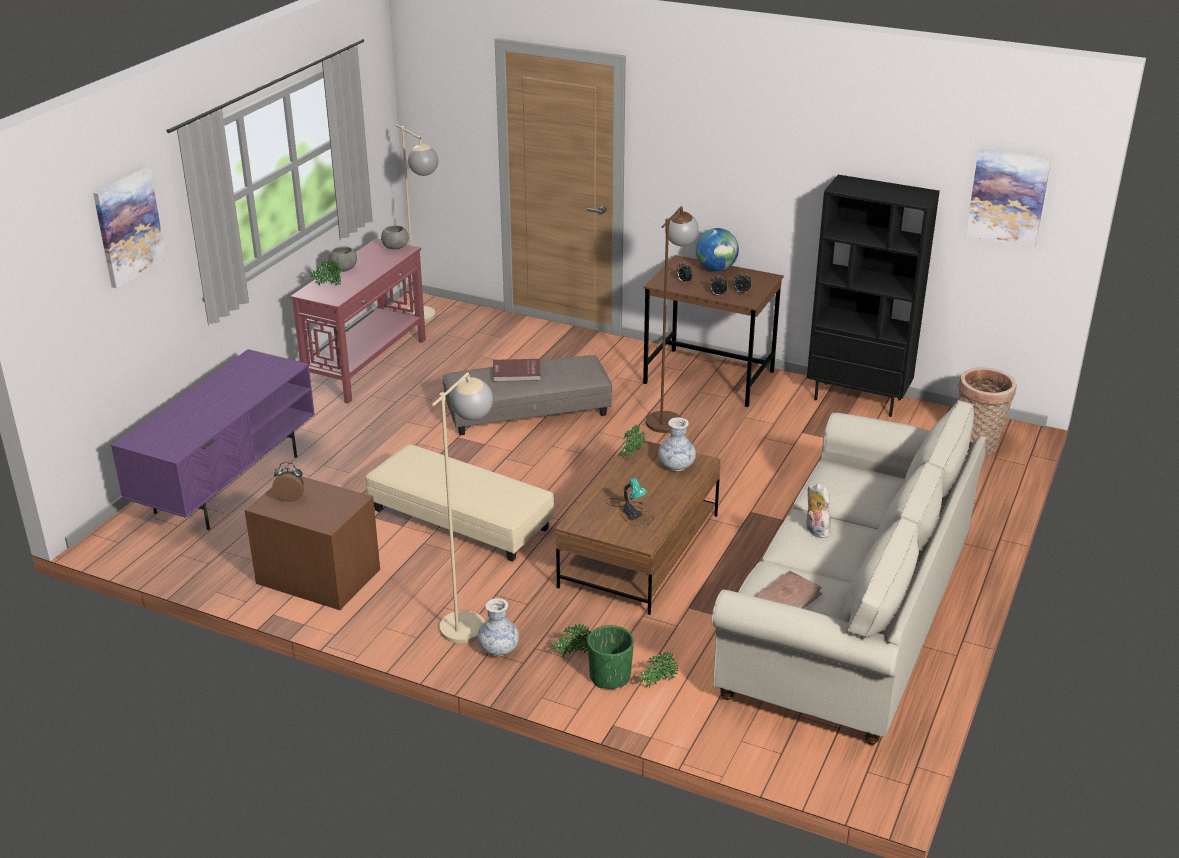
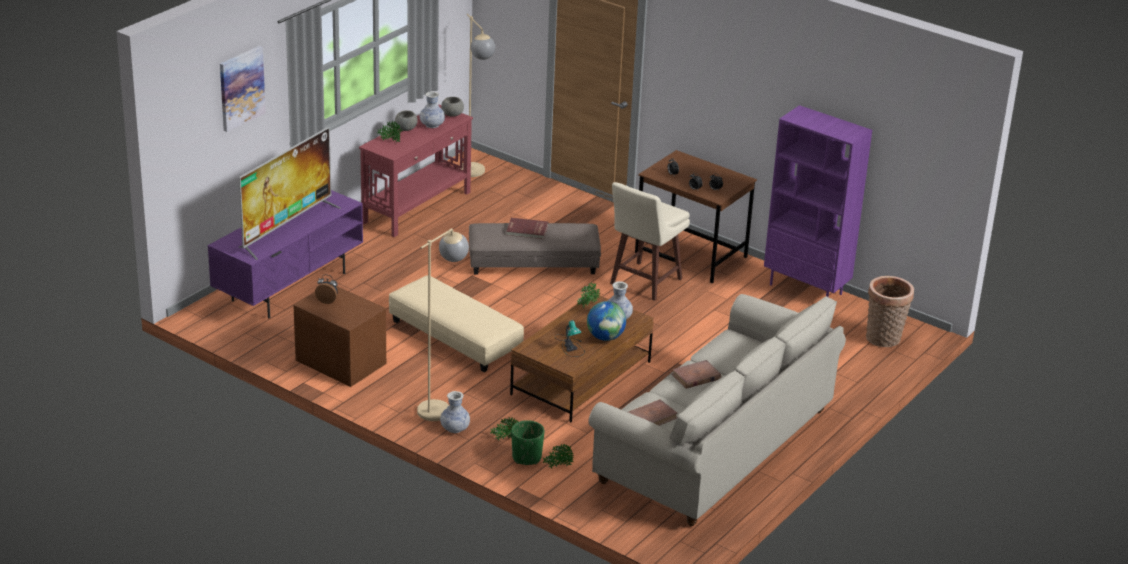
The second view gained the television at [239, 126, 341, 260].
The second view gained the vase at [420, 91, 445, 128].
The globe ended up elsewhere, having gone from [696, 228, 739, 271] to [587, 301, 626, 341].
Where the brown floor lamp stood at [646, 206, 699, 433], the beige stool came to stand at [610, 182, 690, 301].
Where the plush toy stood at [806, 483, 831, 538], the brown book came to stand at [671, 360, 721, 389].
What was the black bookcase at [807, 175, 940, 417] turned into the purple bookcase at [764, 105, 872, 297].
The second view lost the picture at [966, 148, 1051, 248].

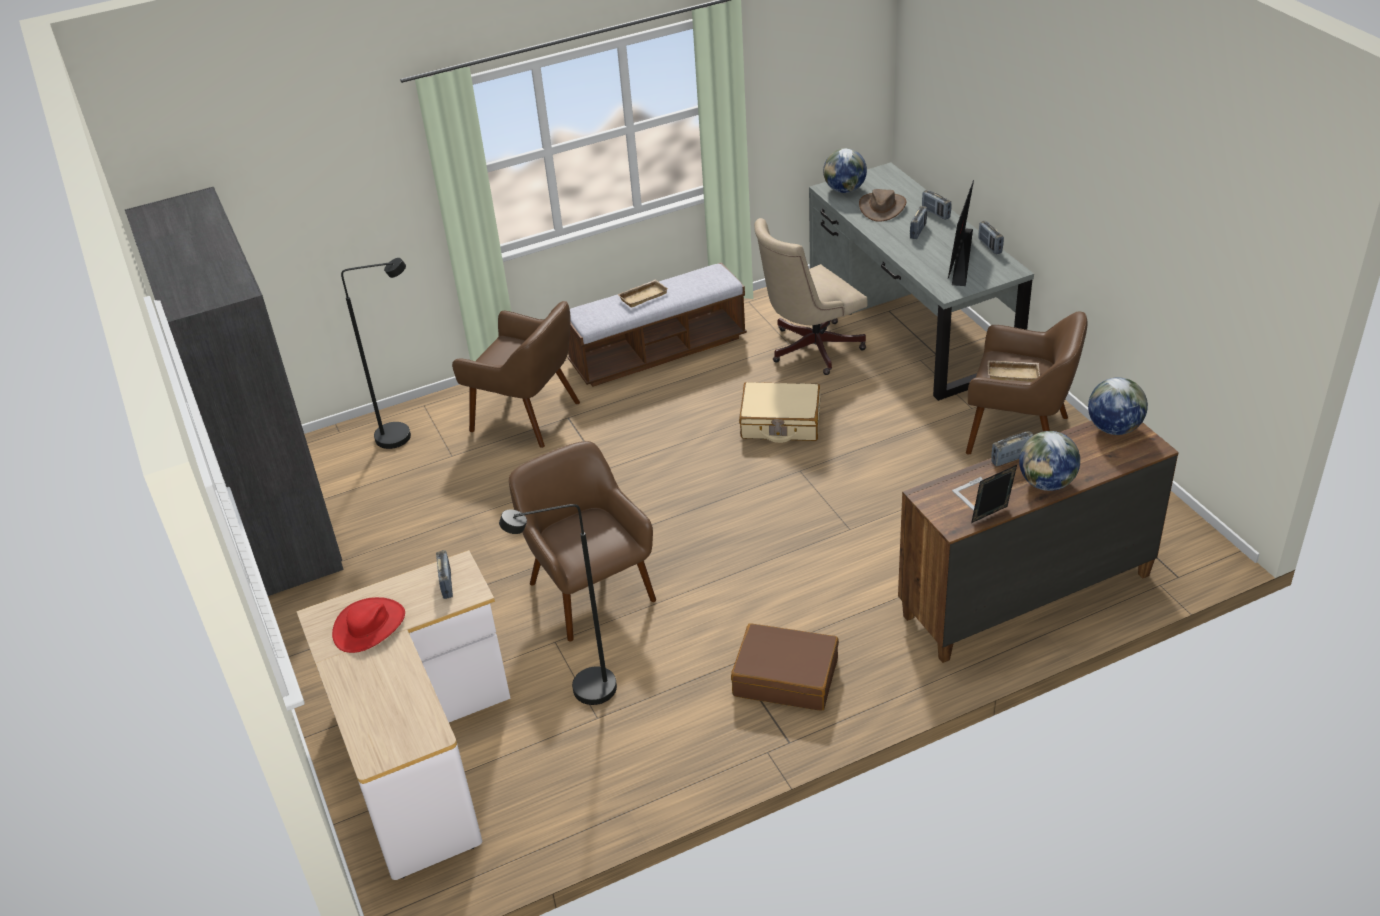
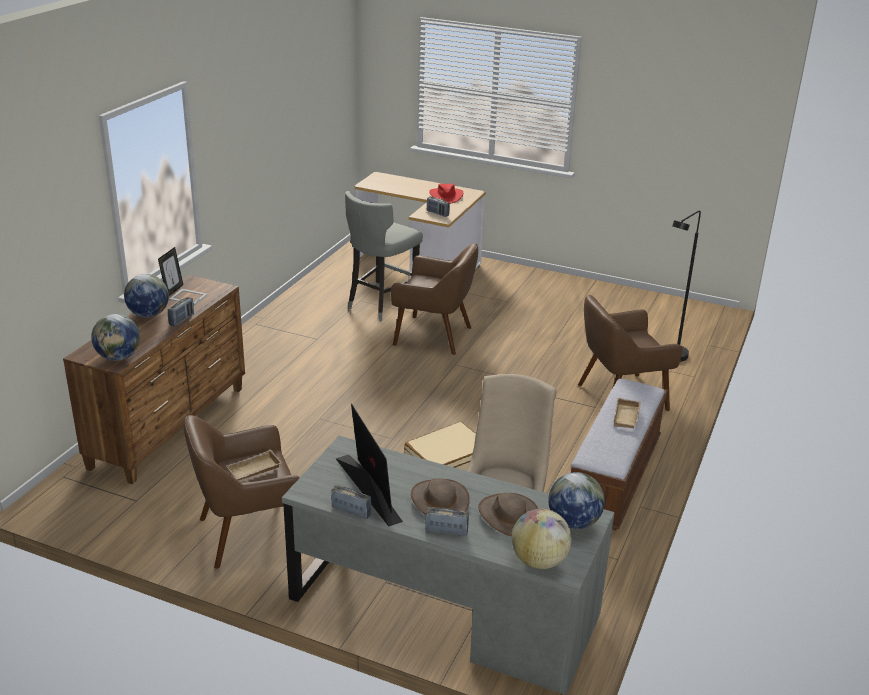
Where the black floor lamp stood at [499, 504, 617, 705], the grey stool came to stand at [345, 191, 423, 321].
Where the radio stood at [910, 206, 927, 239], the brown hat came to stand at [411, 478, 470, 515].
The second view gained the globe at [512, 509, 572, 569].
The second view lost the grey wardrobe at [125, 187, 344, 596].
The second view lost the brown suitcase at [731, 623, 839, 711].

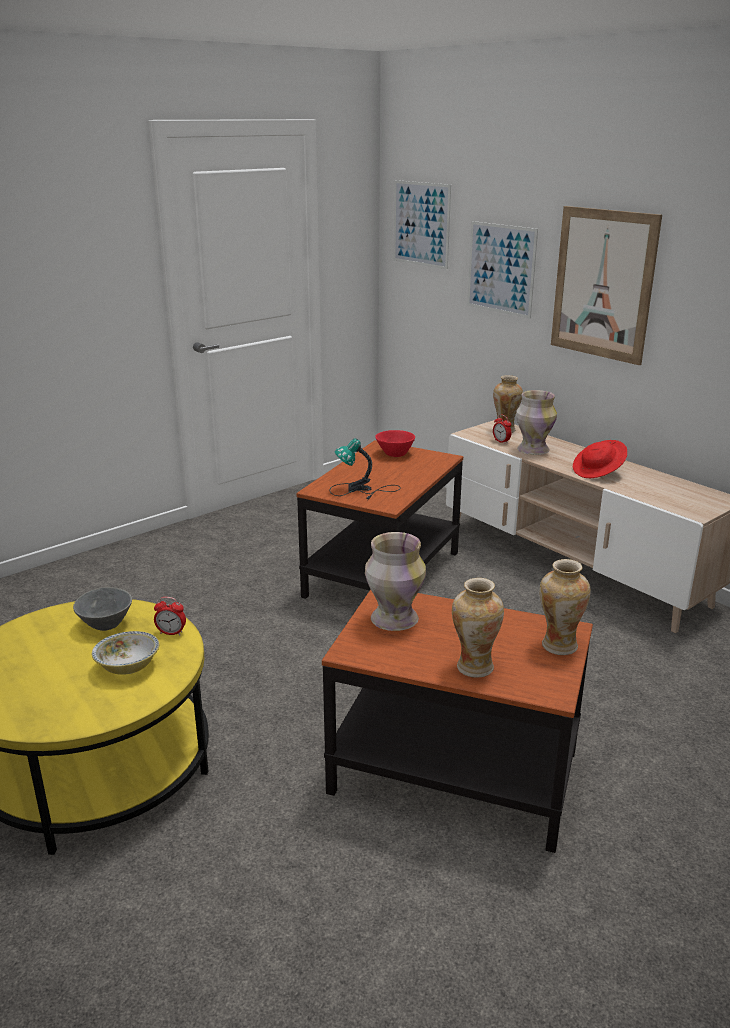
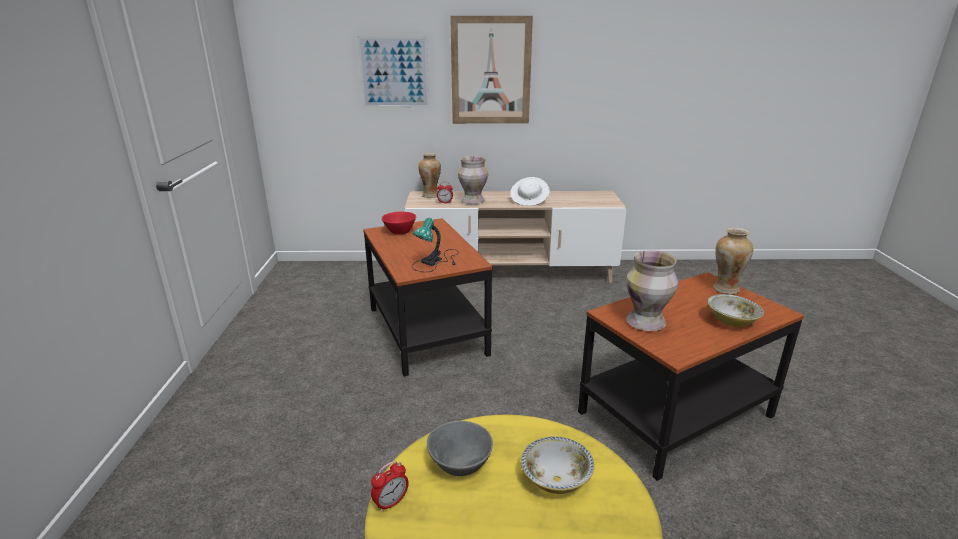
The alarm clock ended up elsewhere, having gone from [154, 597, 186, 635] to [371, 461, 409, 512].
What was the red hat at [573, 440, 627, 478] turned into the white hat at [510, 177, 550, 206].
Where the vase stood at [452, 578, 504, 678], the bowl came to stand at [708, 294, 764, 327].
The second view lost the picture at [394, 180, 451, 270].

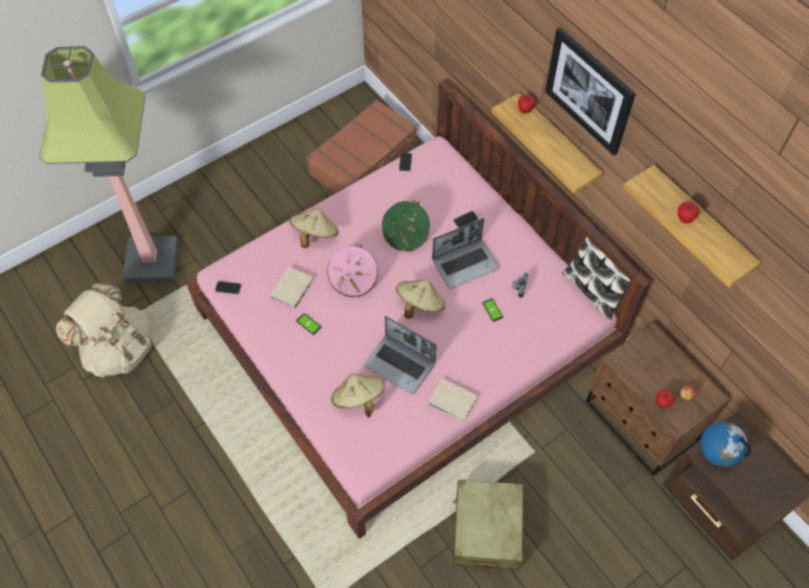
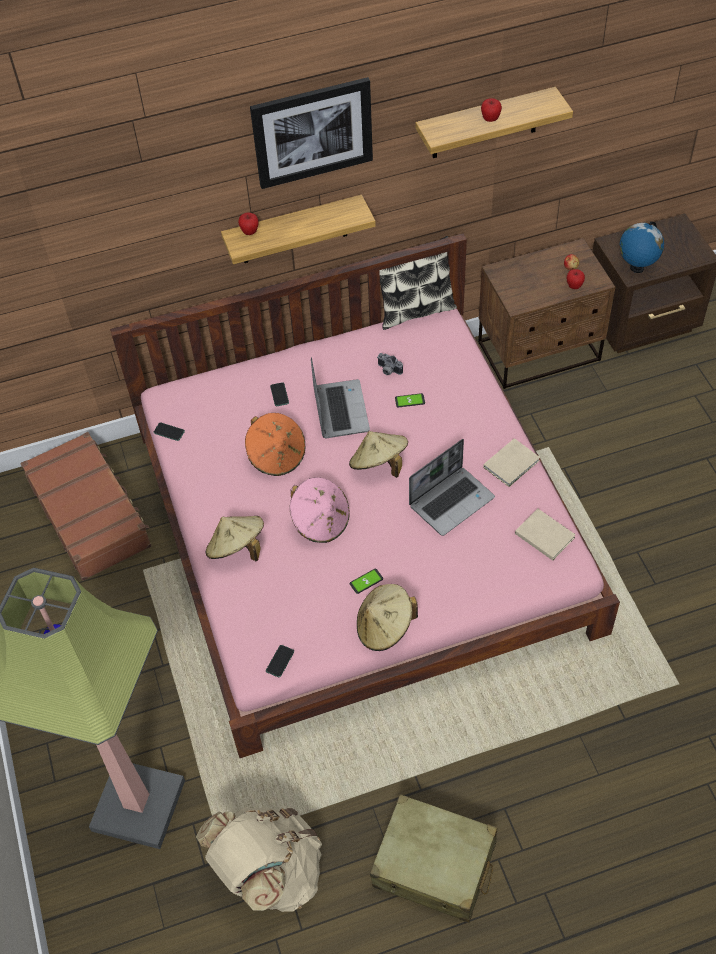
What was the green hat at [382, 200, 430, 252] turned into the orange hat at [245, 413, 305, 476].
The beige hat ended up elsewhere, having gone from [331, 373, 385, 418] to [357, 584, 418, 651].
The beige suitcase ended up elsewhere, having gone from [453, 480, 523, 572] to [370, 794, 497, 923].
The beige book ended up elsewhere, having gone from [270, 267, 314, 308] to [515, 509, 576, 561].

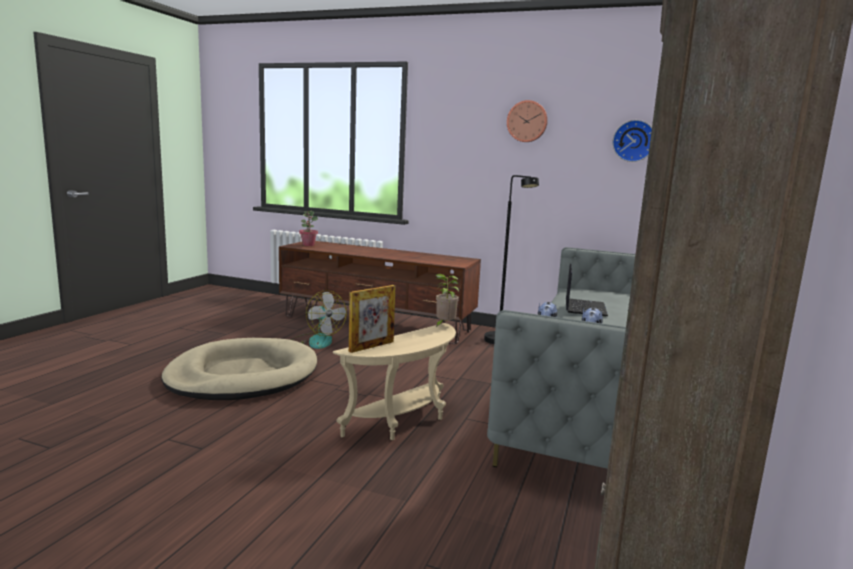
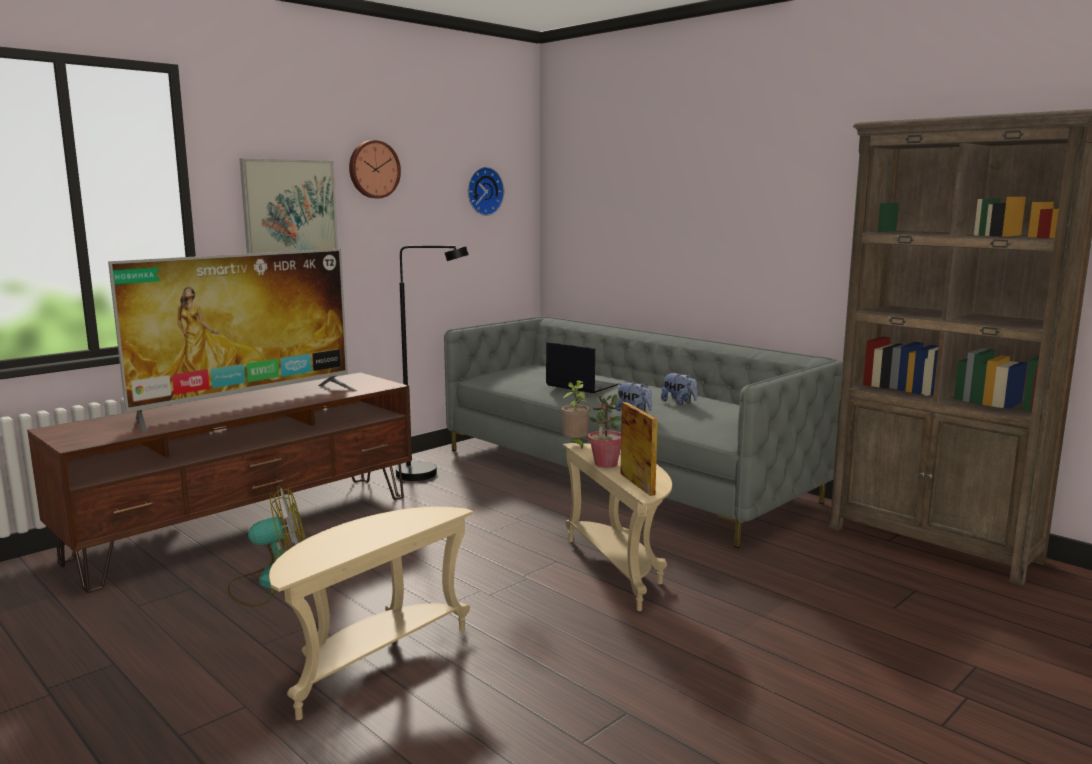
The second view gained the television at [108, 249, 357, 433].
The second view gained the picture at [240, 158, 338, 254].
Where the beige dog bed stood at [161, 338, 317, 400], the beige side table came to stand at [269, 507, 474, 720].
The potted plant ended up elsewhere, having gone from [299, 211, 318, 246] to [588, 394, 622, 468].

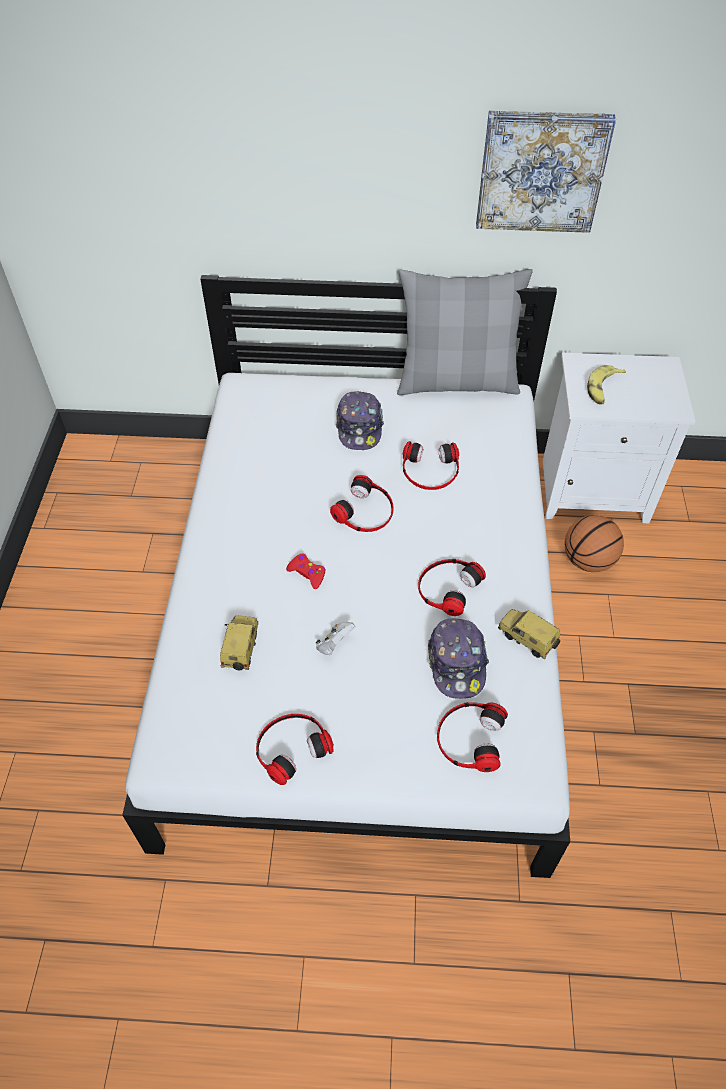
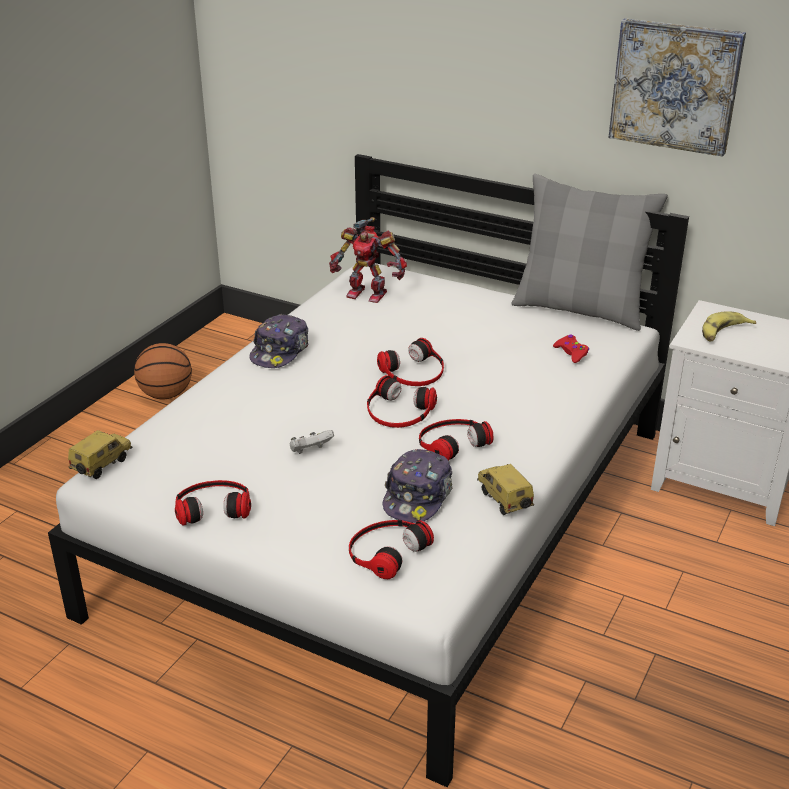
The toy car ended up elsewhere, having gone from [220, 616, 259, 670] to [68, 430, 132, 479].
The basketball ended up elsewhere, having gone from [565, 515, 624, 572] to [134, 343, 192, 399].
The cap ended up elsewhere, having gone from [336, 391, 384, 450] to [250, 314, 309, 368].
The second view gained the toy robot at [329, 217, 407, 303].
The headphones ended up elsewhere, having gone from [403, 441, 459, 490] to [367, 375, 437, 428].
The red game controller ended up elsewhere, having gone from [286, 553, 326, 589] to [553, 335, 589, 363].

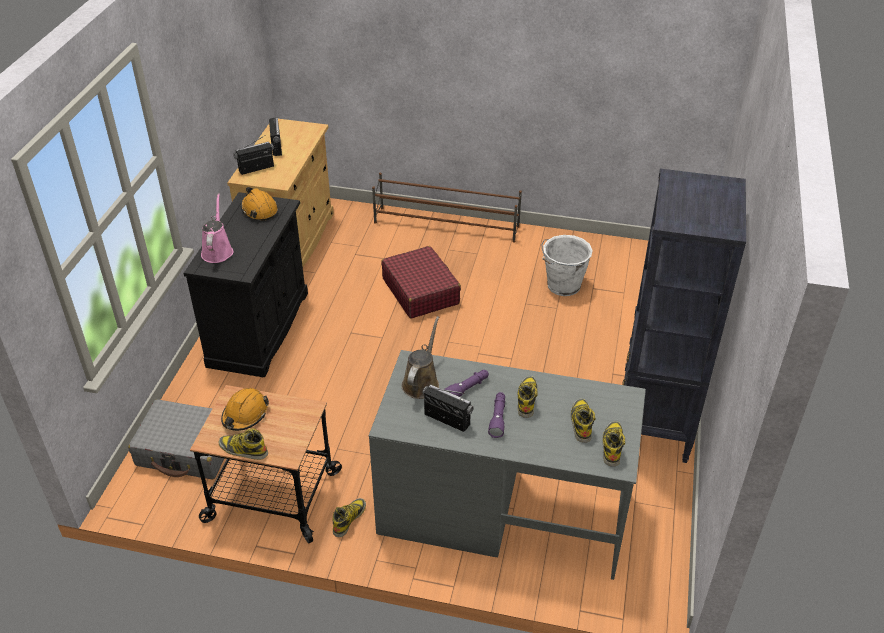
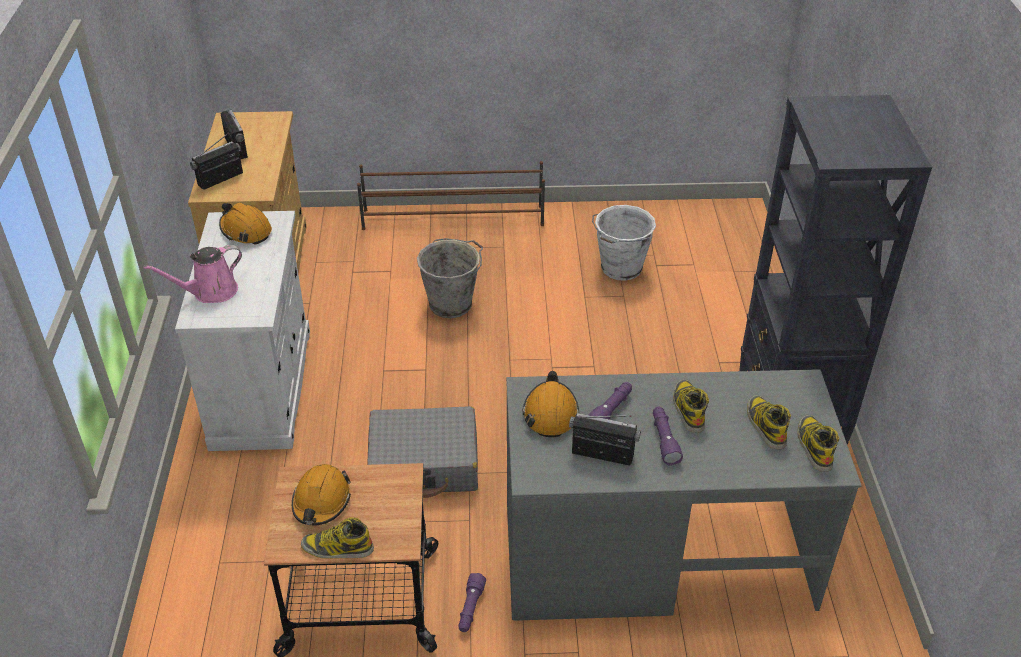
The pink watering can at [201, 193, 234, 263] ended up facing another way, 105 degrees counterclockwise from before.
What was the black cabinet at [184, 192, 308, 377] turned into the white cabinet at [175, 211, 310, 451].
The grey suitcase ended up elsewhere, having gone from [128, 399, 224, 480] to [367, 406, 478, 498].
Where the red suitcase stood at [381, 246, 461, 318], the grey bucket came to stand at [417, 238, 483, 318].
Where the boot stood at [332, 498, 366, 537], the purple flashlight came to stand at [458, 573, 486, 632].
Where the brown watering can stood at [401, 316, 439, 399], the orange hard hat came to stand at [522, 371, 579, 437].

